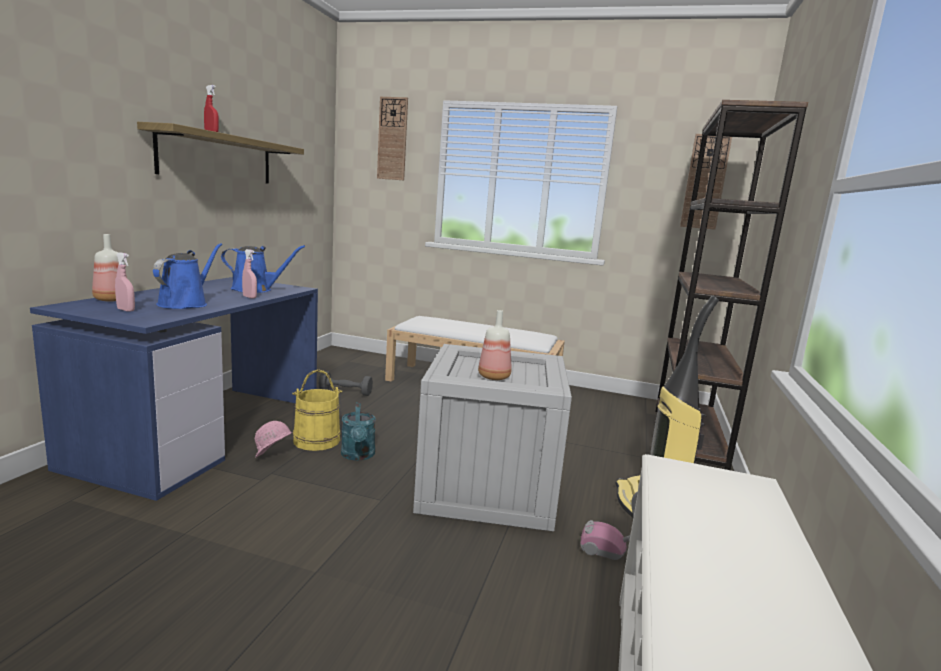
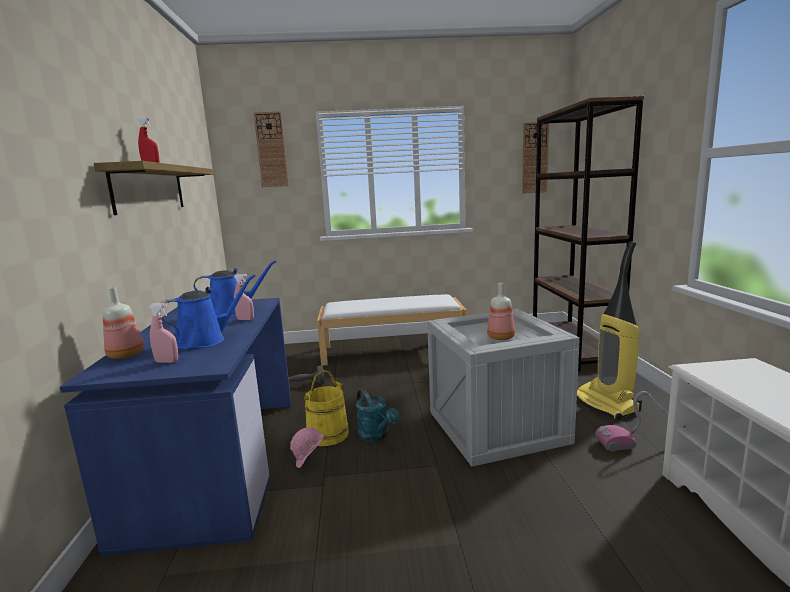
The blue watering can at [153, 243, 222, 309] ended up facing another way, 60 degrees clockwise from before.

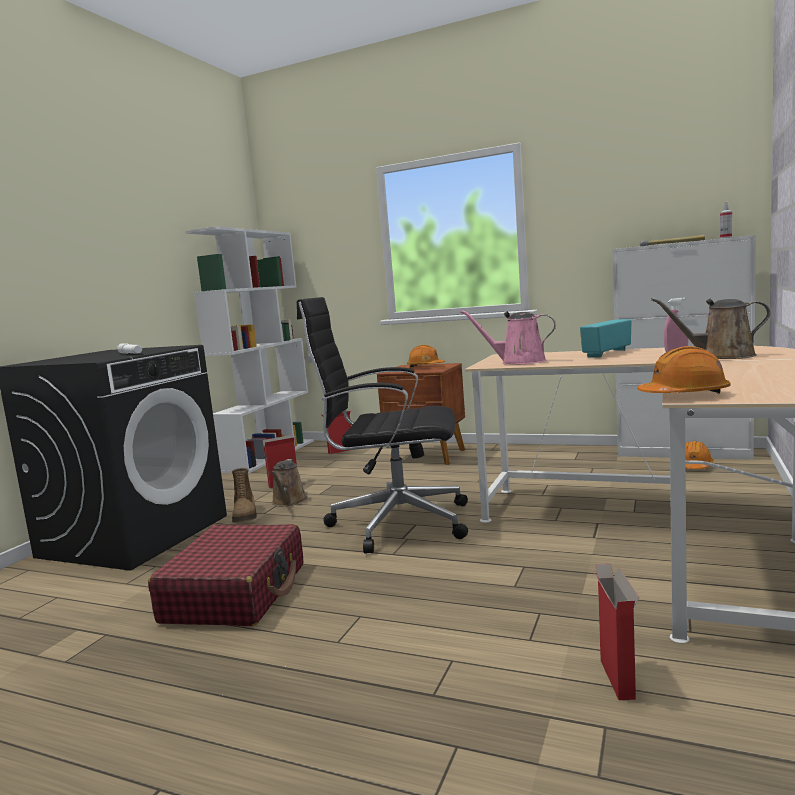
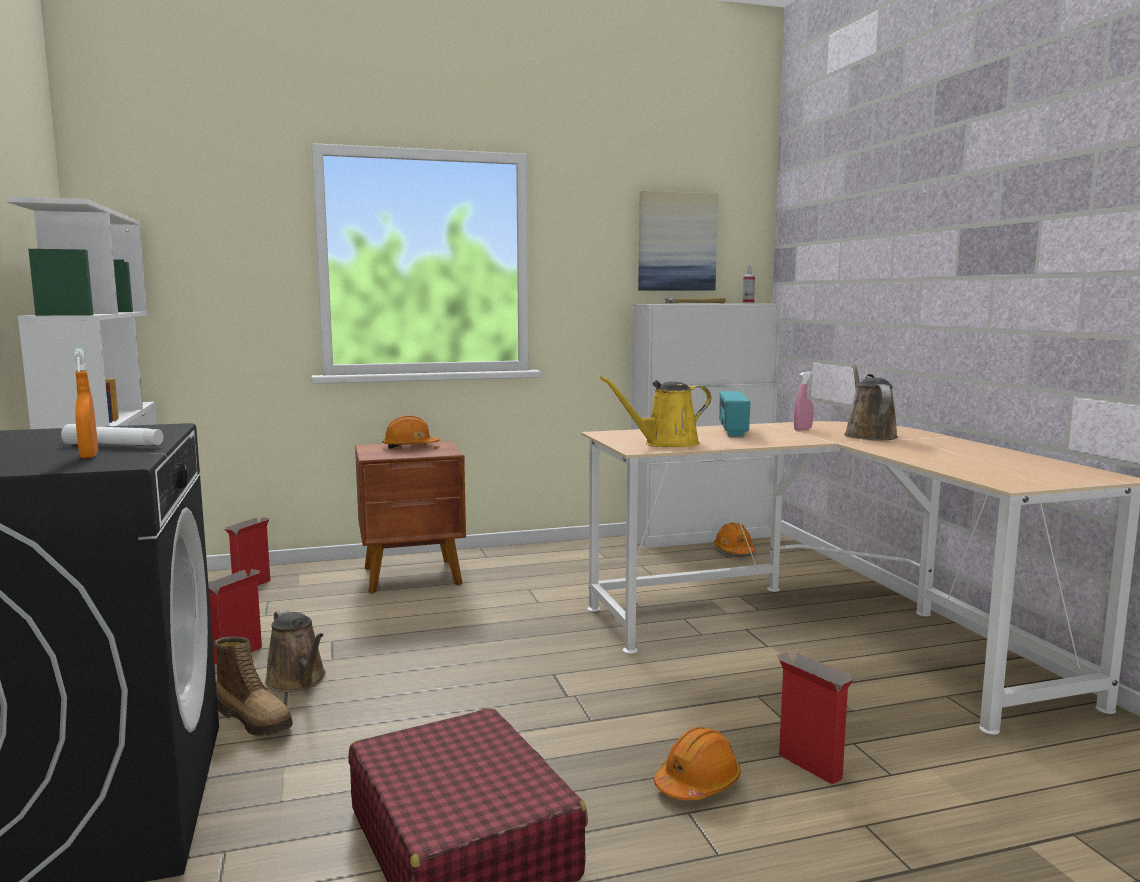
The second view gained the orange spray bottle at [74, 348, 98, 458].
What was the pink watering can at [460, 310, 556, 364] turned into the yellow watering can at [600, 376, 711, 447].
The second view gained the picture at [638, 191, 718, 291].
The orange hard hat ended up elsewhere, having gone from [638, 346, 731, 394] to [654, 727, 741, 800].
The cardboard box ended up elsewhere, having gone from [592, 564, 640, 700] to [777, 652, 854, 784].
The brown watering can at [651, 298, 771, 359] ended up facing another way, 120 degrees clockwise from before.
The second view lost the black office chair at [297, 297, 468, 554].

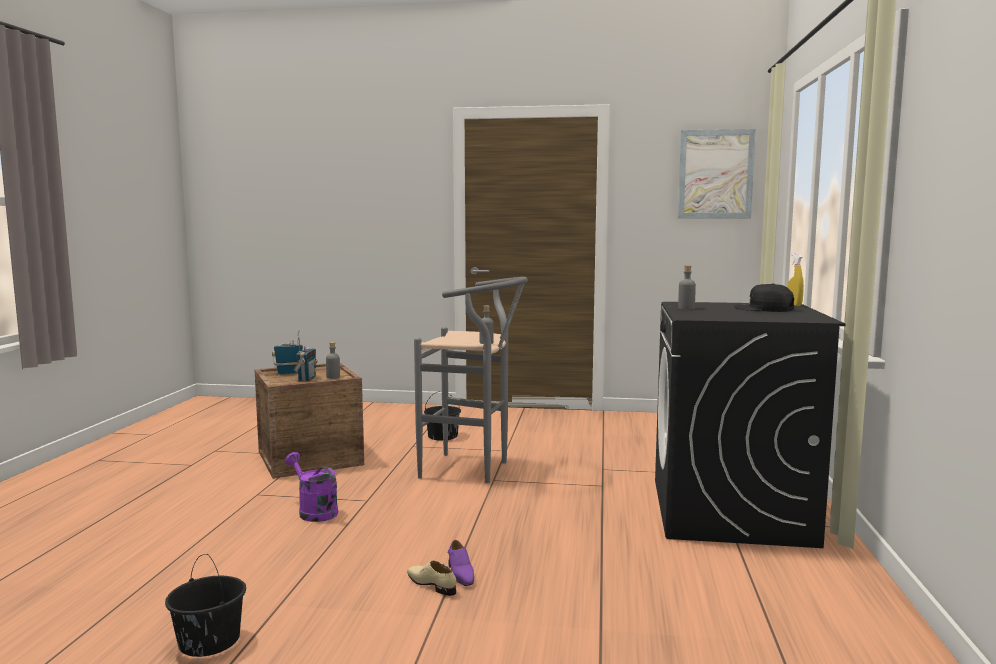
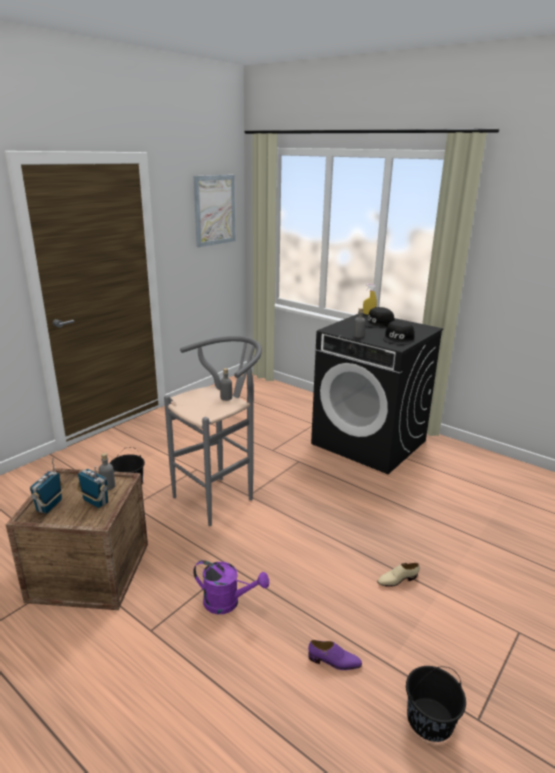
The purple watering can at [285, 452, 338, 522] ended up facing another way, 150 degrees counterclockwise from before.
The purple shoe ended up elsewhere, having gone from [448, 540, 474, 586] to [308, 640, 362, 670].
The second view gained the black cap at [383, 321, 415, 345].

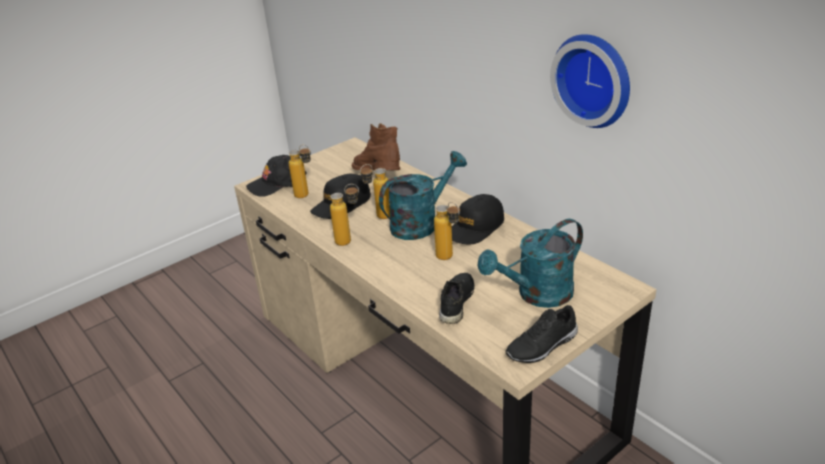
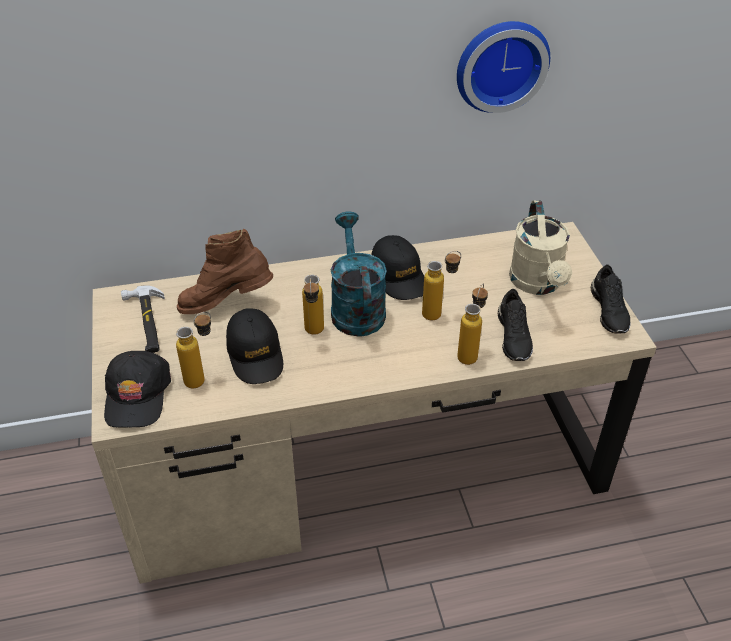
The second view gained the hammer at [121, 285, 165, 353].
The bottle ended up elsewhere, having gone from [330, 184, 359, 246] to [457, 283, 488, 365].
The black shoe at [439, 273, 474, 324] ended up facing another way, 135 degrees counterclockwise from before.
What was the turquoise watering can at [477, 219, 583, 308] turned into the beige watering can at [509, 200, 572, 295].

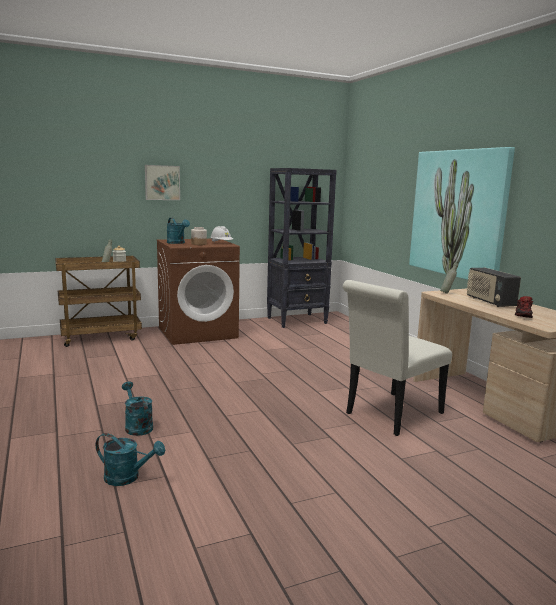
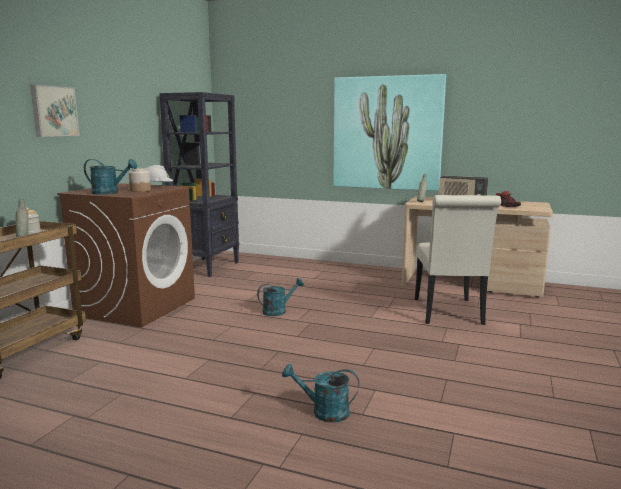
The turquoise watering can ended up elsewhere, having gone from [96, 433, 165, 486] to [257, 278, 304, 316].

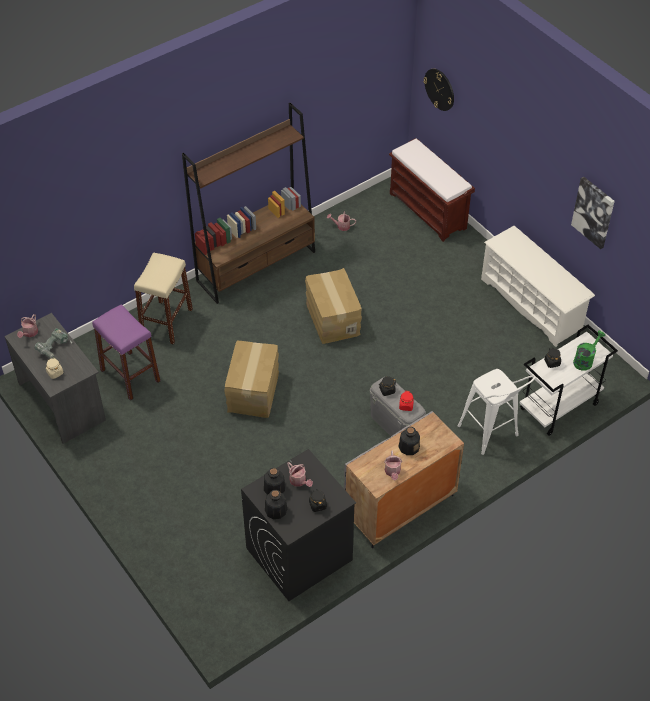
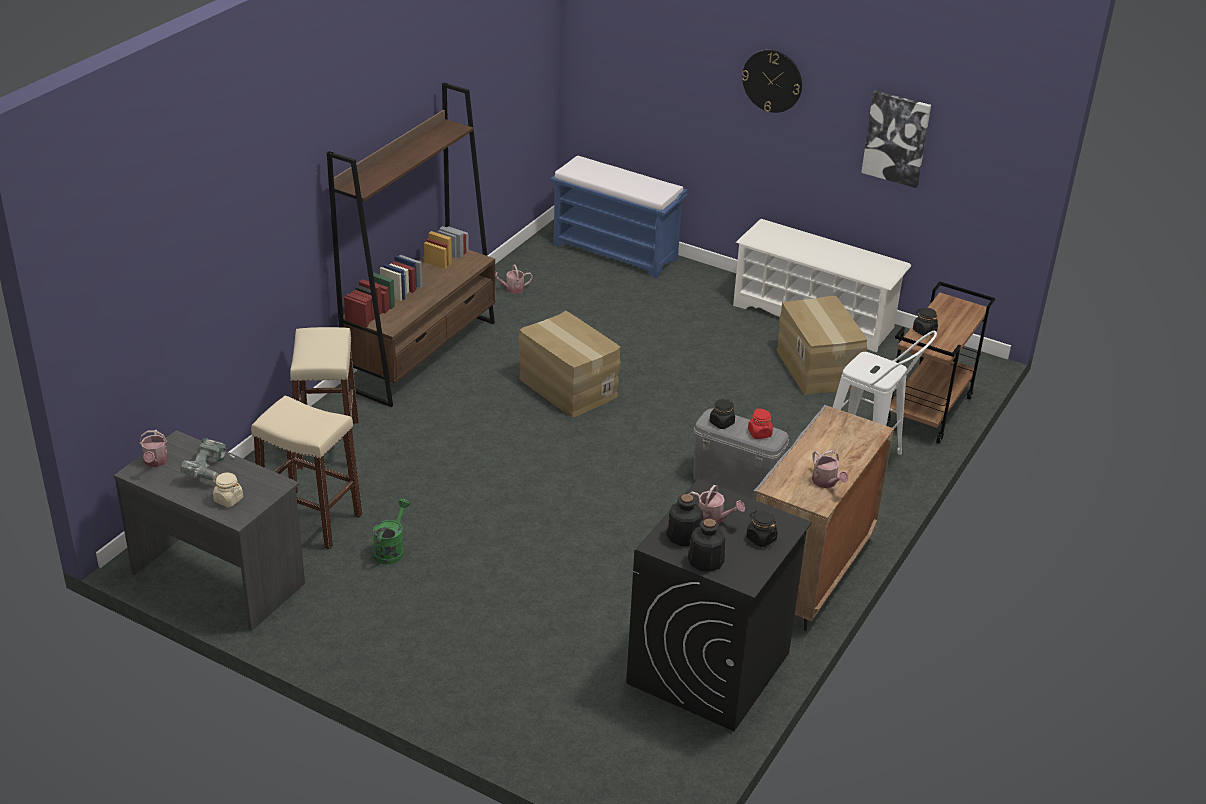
What was the purple stool at [92, 304, 160, 400] turned into the beige stool at [251, 395, 363, 549].
The green watering can ended up elsewhere, having gone from [573, 331, 605, 371] to [373, 499, 410, 565].
What was the brown bench at [389, 138, 475, 242] turned into the blue bench at [550, 156, 688, 279].
The wall clock ended up elsewhere, having gone from [423, 69, 454, 111] to [742, 50, 802, 113].
The cardboard box ended up elsewhere, having gone from [224, 341, 279, 418] to [777, 296, 867, 395].
What was the white cart at [520, 325, 618, 436] turned into the brown cart at [886, 281, 996, 444].
The second view lost the bottle at [399, 427, 420, 455].

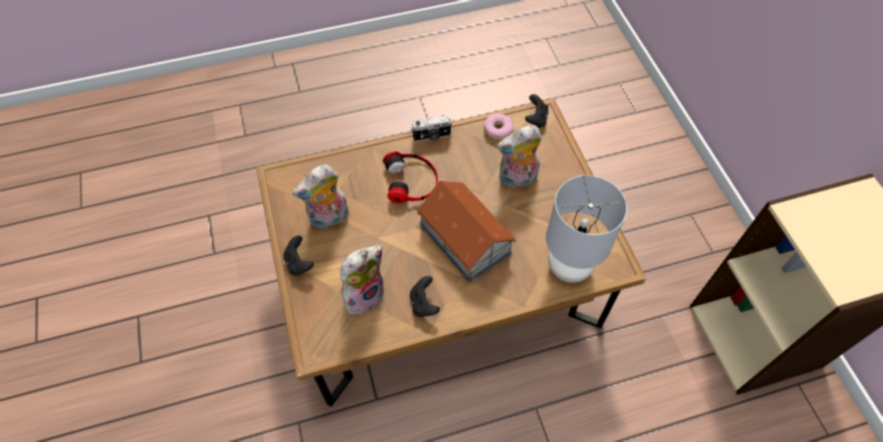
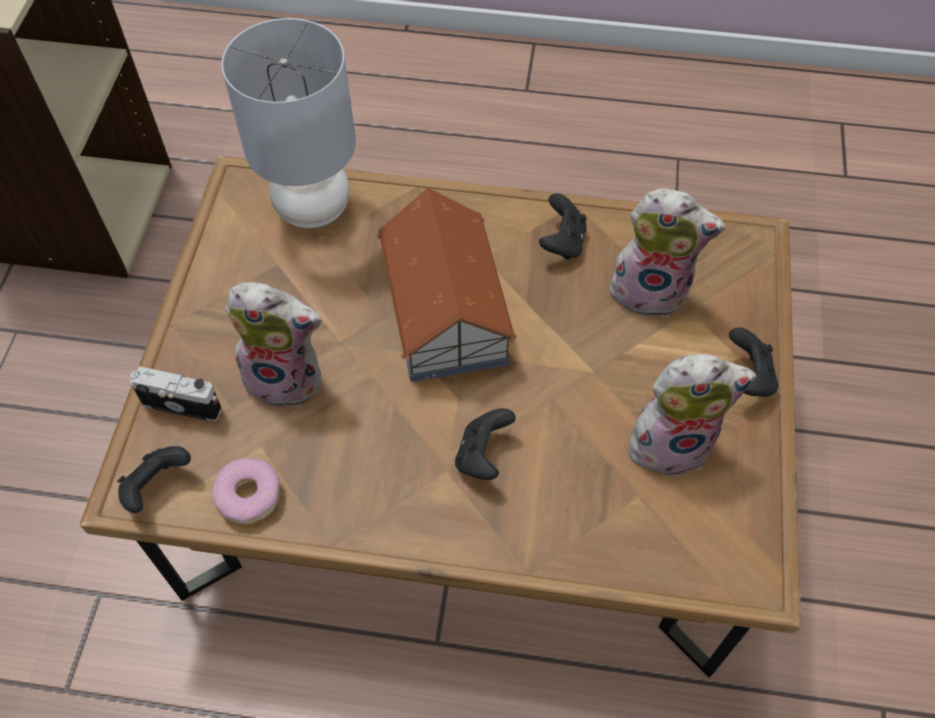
The photo camera ended up elsewhere, having gone from [411, 115, 452, 142] to [130, 366, 222, 421].
Where the headphones stood at [383, 151, 438, 203], the black game controller came to stand at [455, 408, 516, 480].
The plush toy at [340, 245, 384, 317] ended up facing another way, 150 degrees counterclockwise from before.

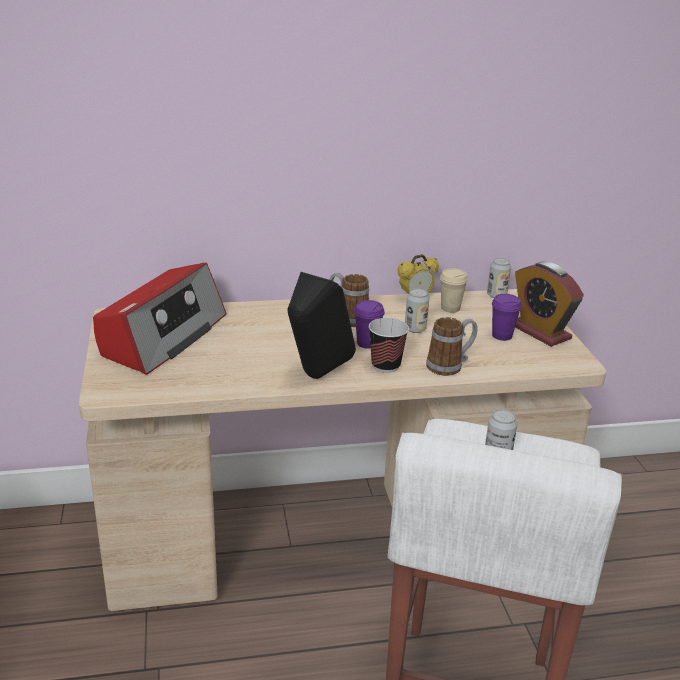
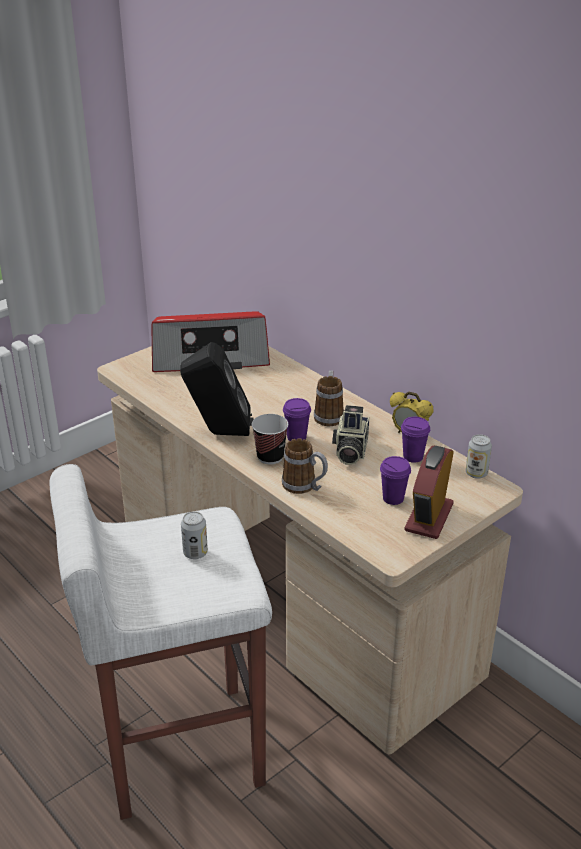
Where the can stood at [405, 289, 429, 333], the photo camera came to stand at [332, 405, 369, 465].
What was the beige cup at [440, 268, 468, 313] turned into the purple cup at [401, 417, 430, 463].

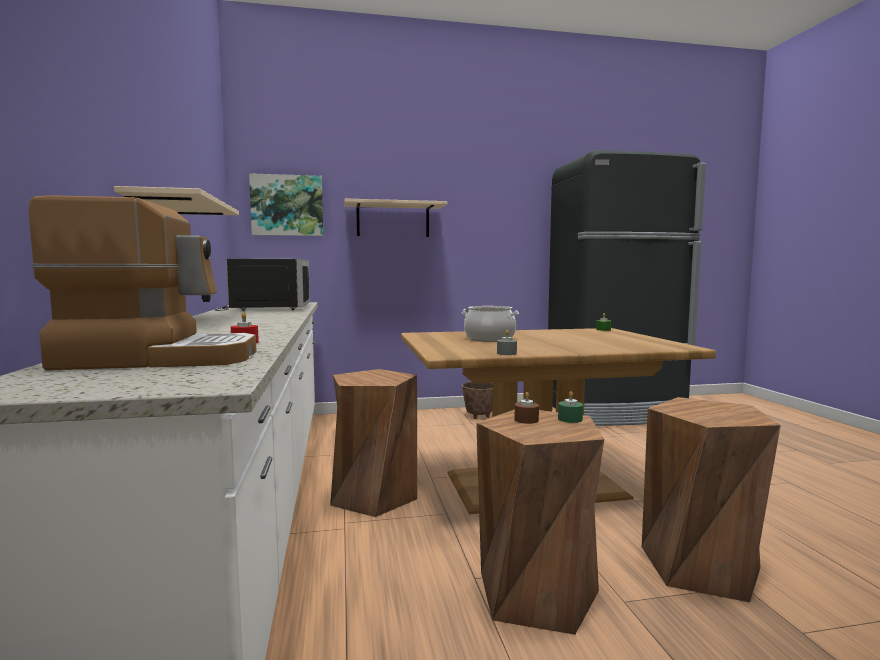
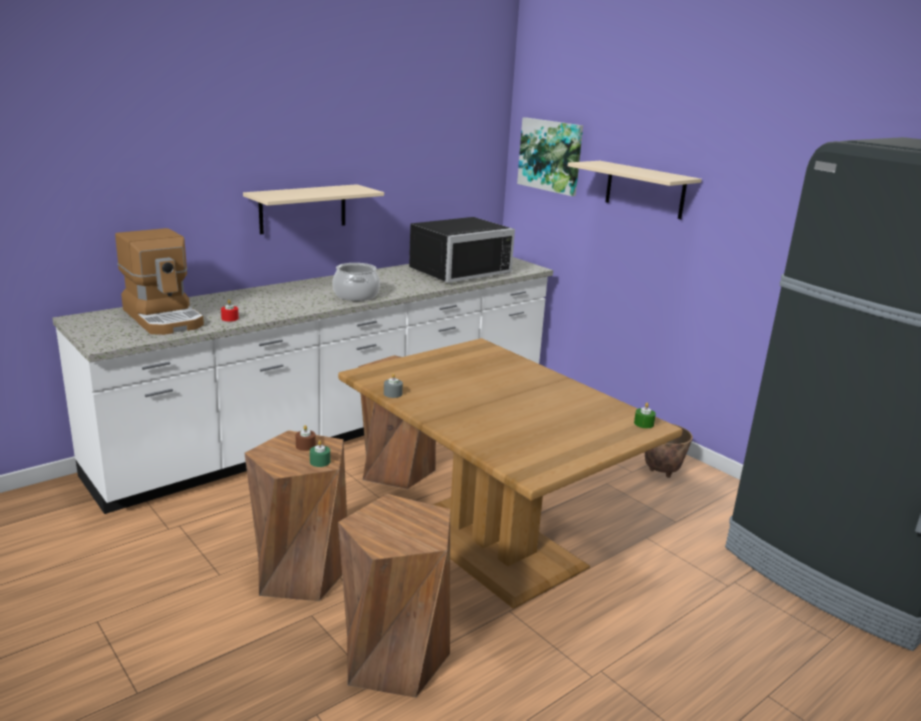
The cooking pot ended up elsewhere, having gone from [462, 306, 519, 342] to [332, 263, 380, 301].

